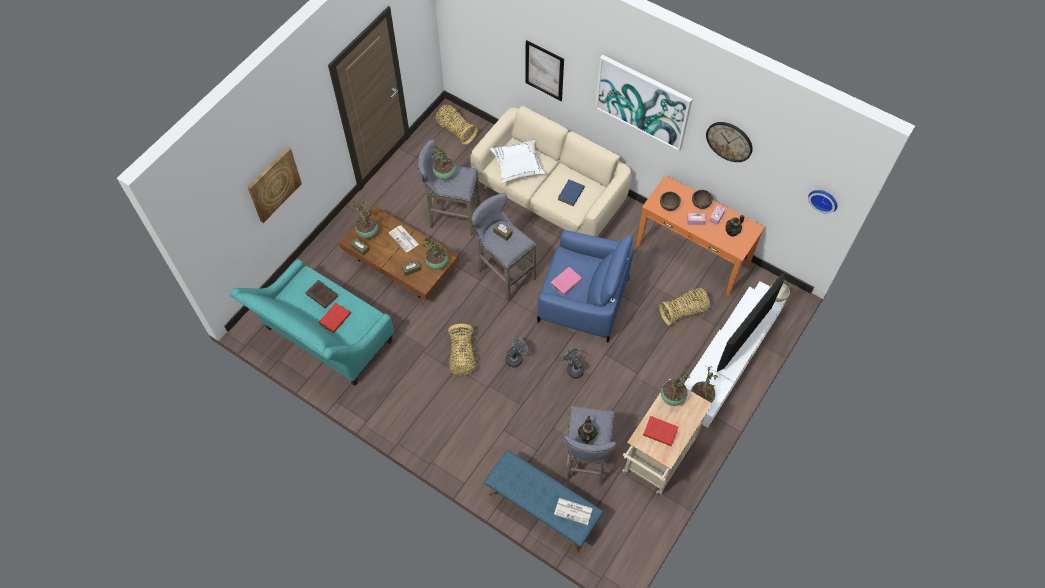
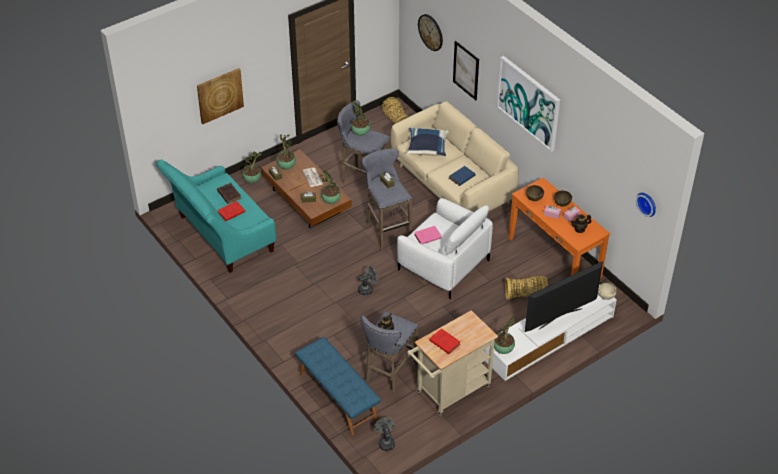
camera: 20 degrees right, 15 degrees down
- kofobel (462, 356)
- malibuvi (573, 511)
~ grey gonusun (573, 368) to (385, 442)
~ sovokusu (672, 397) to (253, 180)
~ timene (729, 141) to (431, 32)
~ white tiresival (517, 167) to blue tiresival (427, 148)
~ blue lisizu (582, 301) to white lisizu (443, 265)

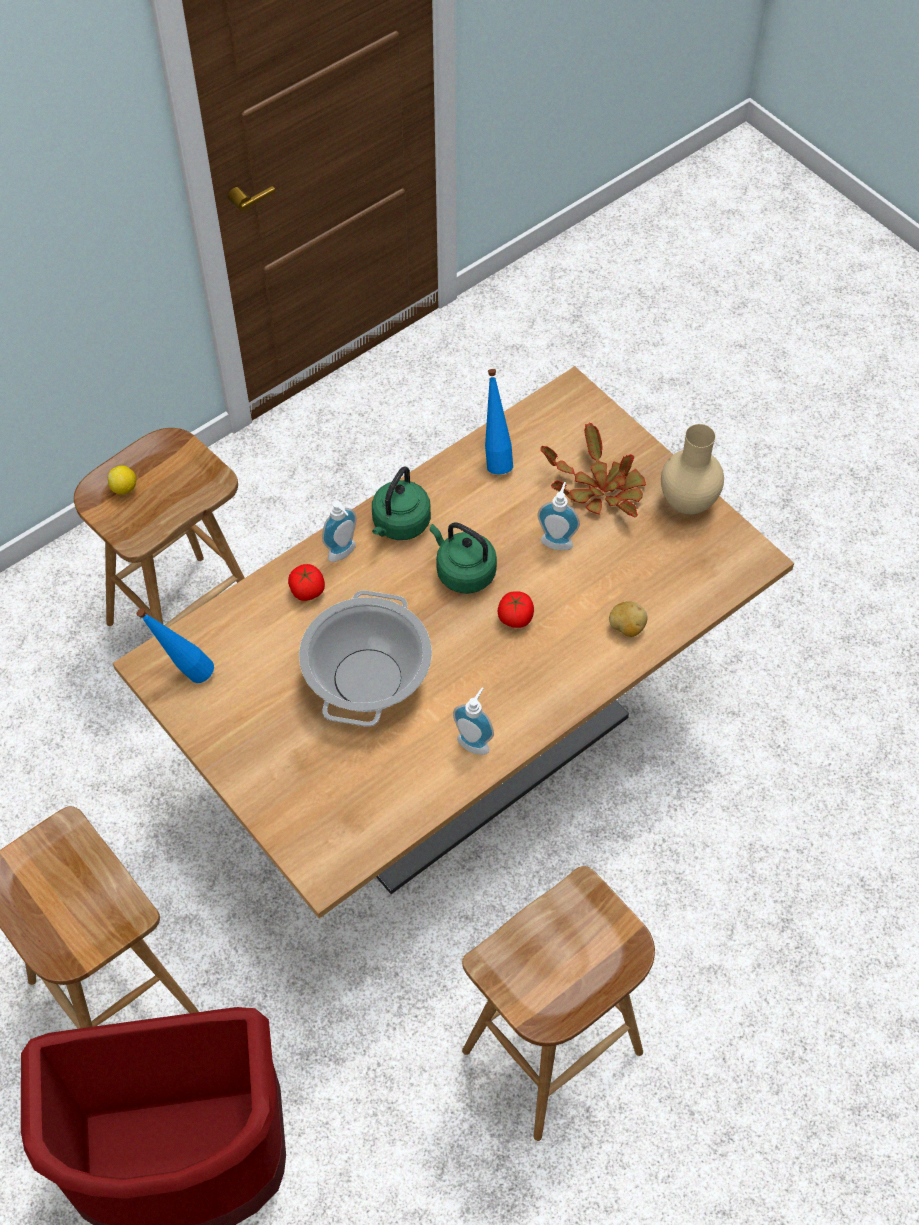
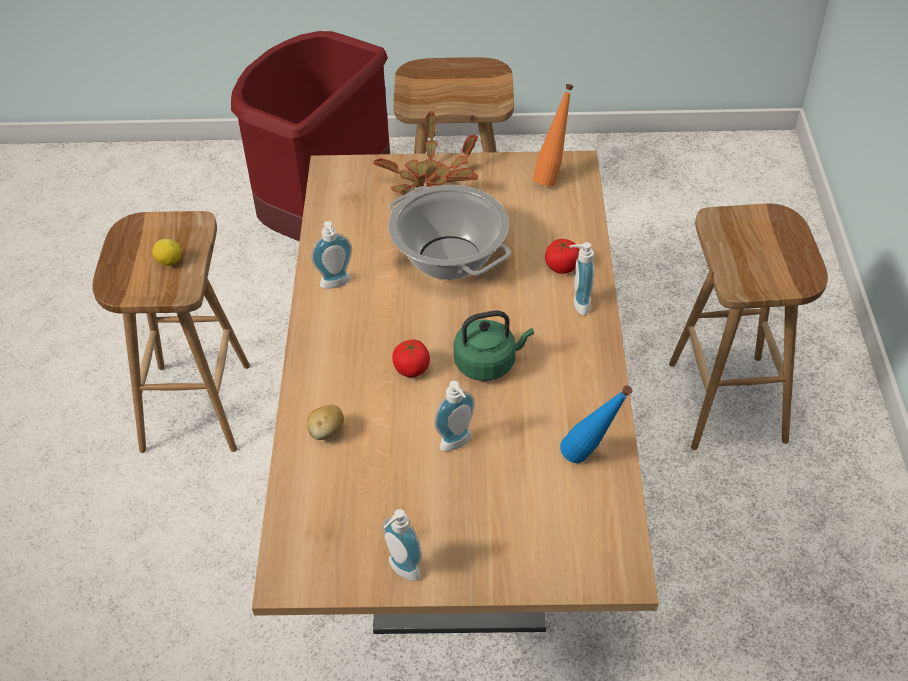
camera: 130 degrees right, 10 degrees down
- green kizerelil (399, 525)
~ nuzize (124, 488) to (169, 262)
~ sovokusu (599, 490) to (427, 182)
~ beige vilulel (686, 502) to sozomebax (401, 571)
~ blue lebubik (185, 673) to orange lebubik (552, 176)

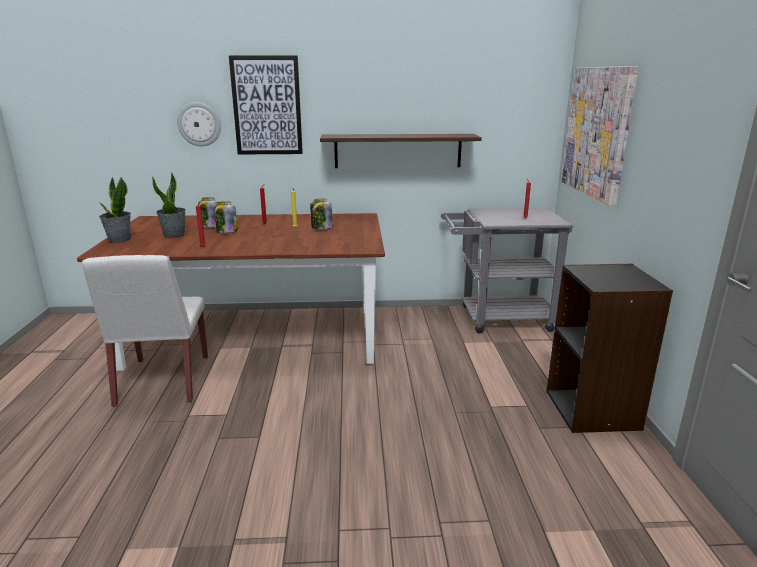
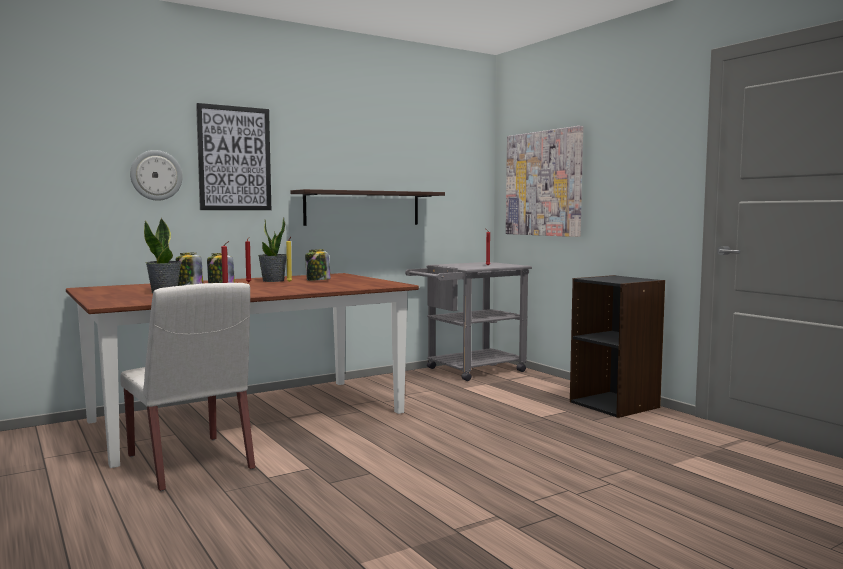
camera: 30 degrees left, 15 degrees down
~ sovokusu (119, 240) to (273, 280)

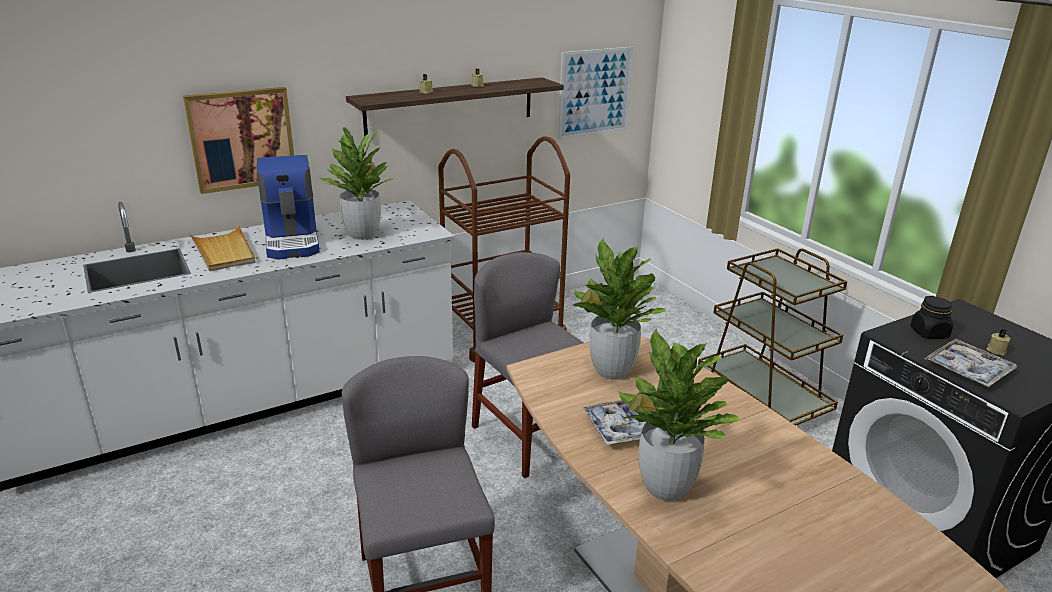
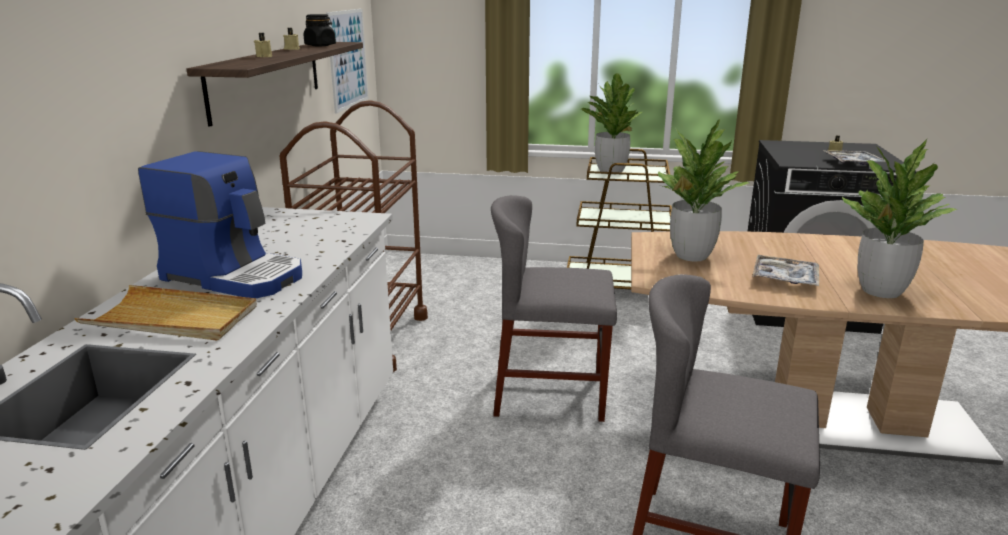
camera: 50 degrees left, 5 degrees down
- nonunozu (242, 139)
~ sovokusu (363, 234) to (610, 171)
~ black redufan (929, 333) to (320, 45)

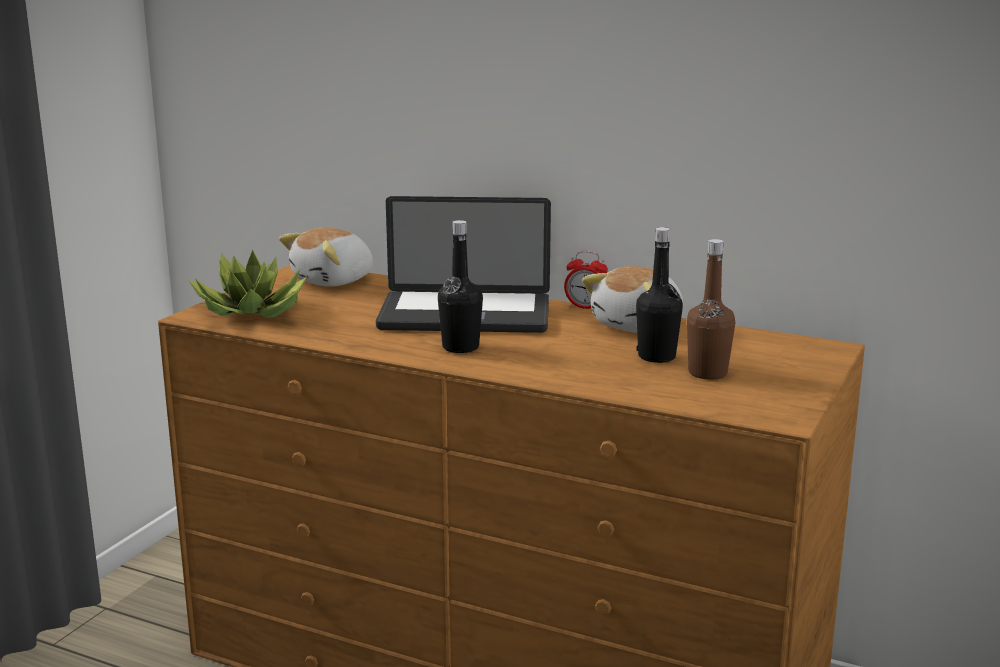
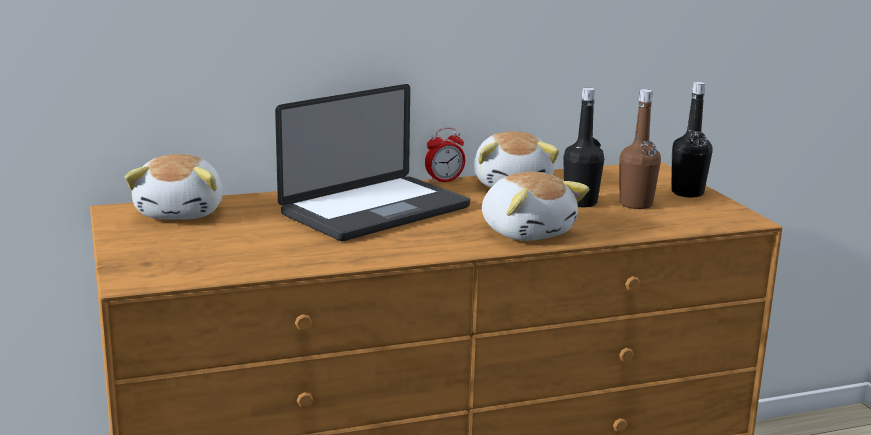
camera: 45 degrees left, 0 degrees up
- sovokusu (251, 312)
+ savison (527, 231)
~ black lebubik (460, 347) to (687, 193)

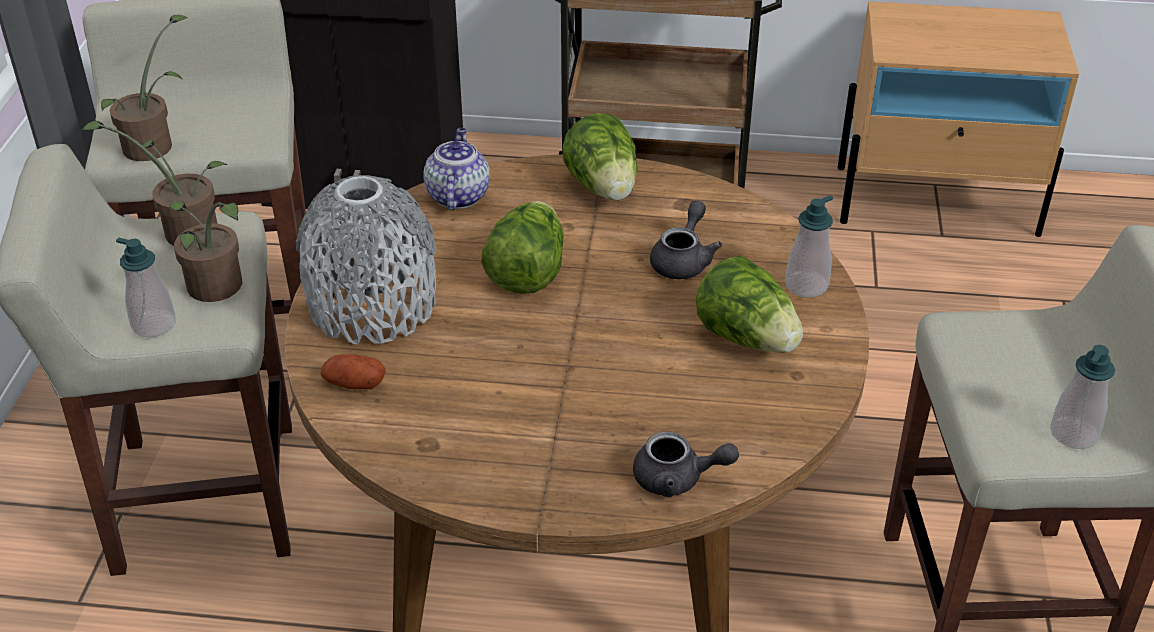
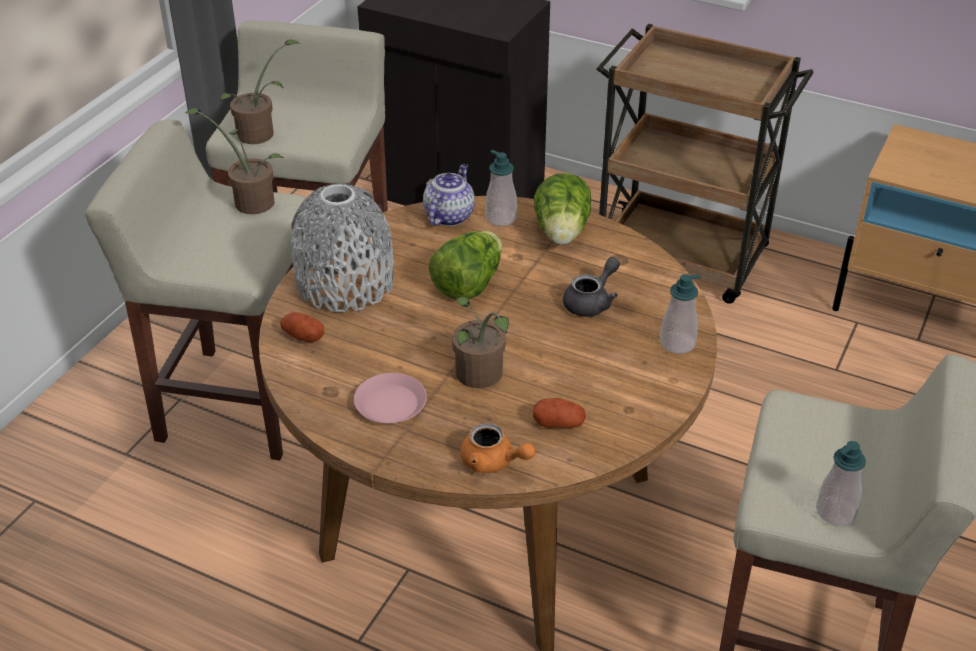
camera: 20 degrees right, 0 degrees up
- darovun (747, 338)
+ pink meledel (390, 404)
+ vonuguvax (558, 423)
~ sozomebax (154, 324) to (501, 218)
~ sovokusu (217, 289) to (479, 377)
~ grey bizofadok (677, 479) to orange bizofadok (493, 462)

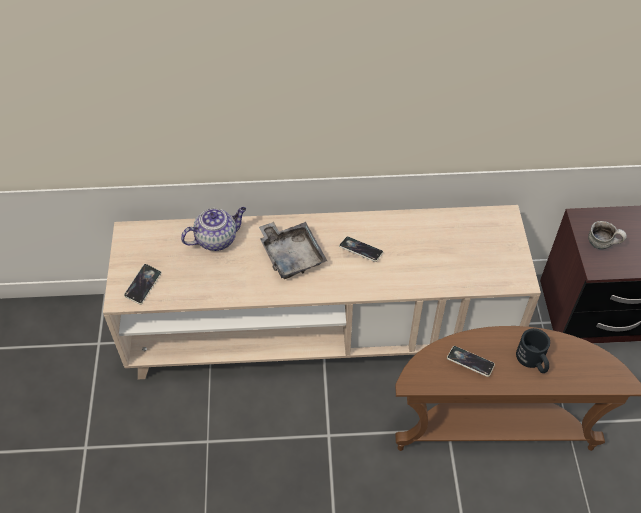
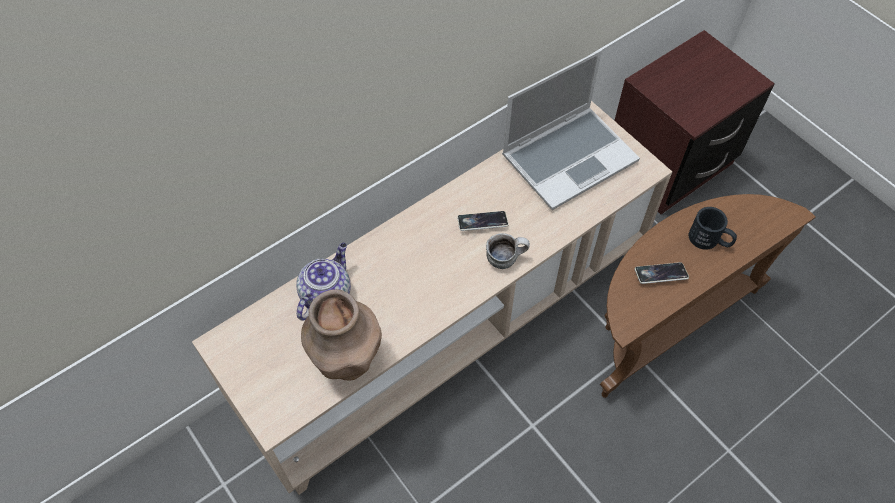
camera: 35 degrees left, 5 degrees up
- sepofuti (143, 285)
- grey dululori (291, 255)
+ brown vilulel (347, 362)
+ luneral (569, 157)
~ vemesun (603, 243) to (506, 258)

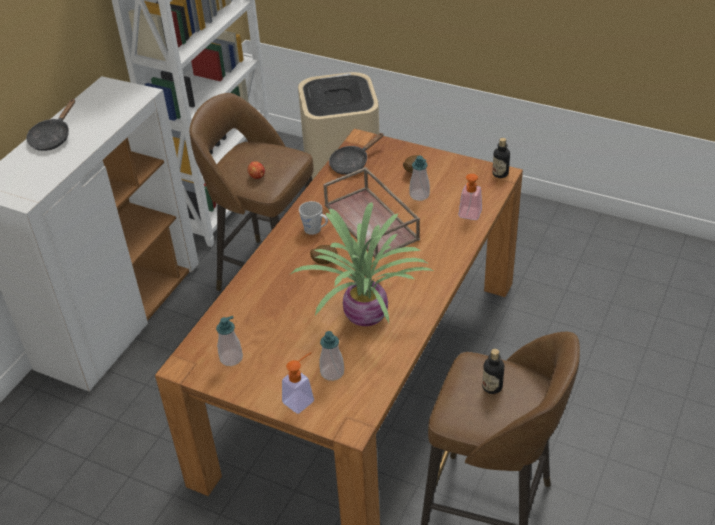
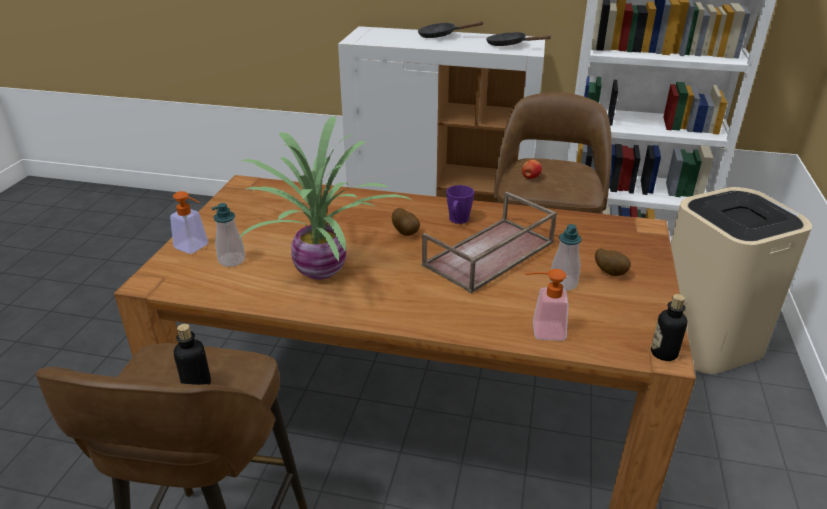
camera: 75 degrees right, 10 degrees down
- sozomebax (231, 358)
~ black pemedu (352, 163) to (510, 45)
~ grey vemesun (315, 230) to purple vemesun (458, 220)

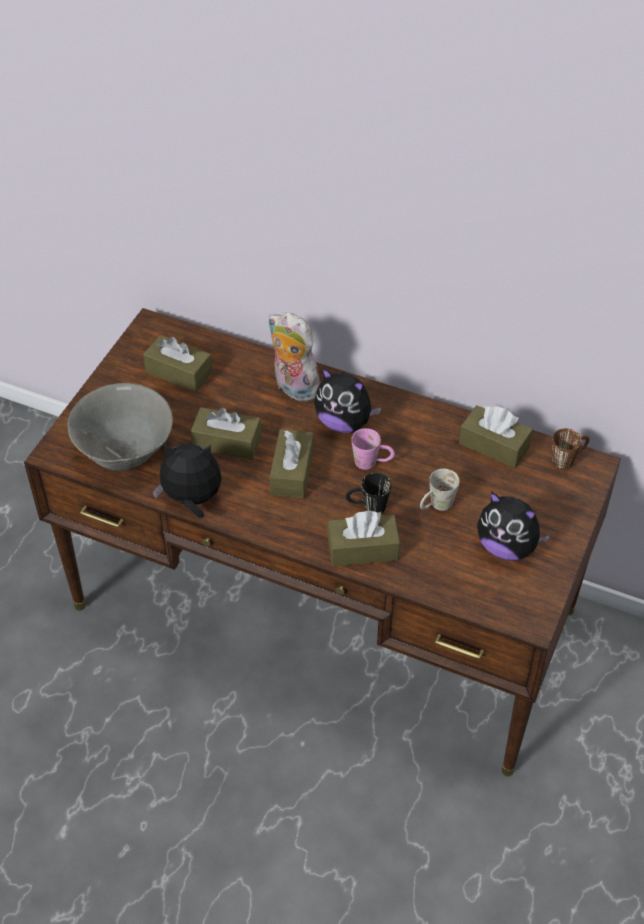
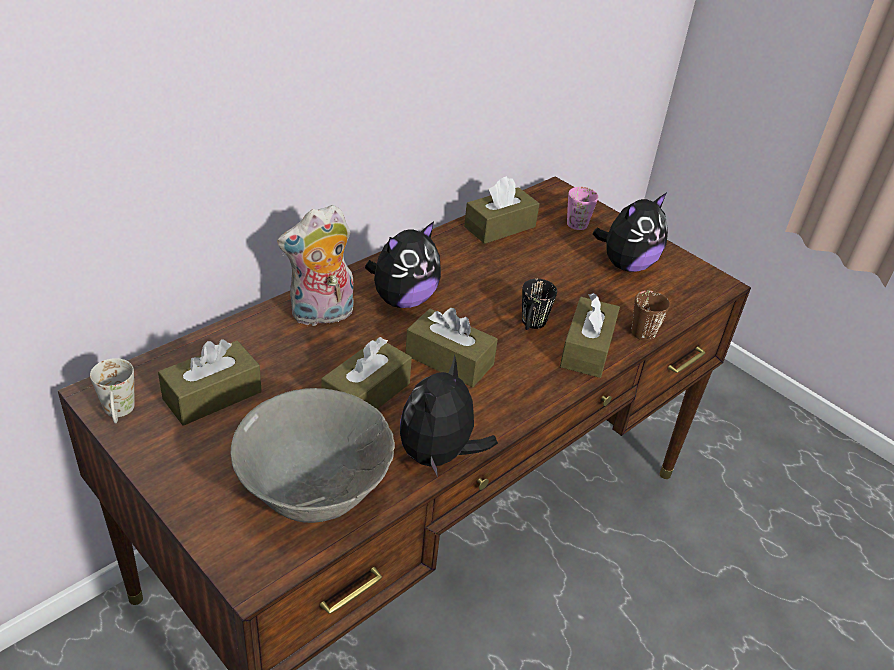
camera: 70 degrees left, 10 degrees down
~ pink vemesun (372, 462) to (580, 221)
~ white vemesun (436, 506) to (119, 414)
~ brown vemesun (568, 459) to (641, 327)

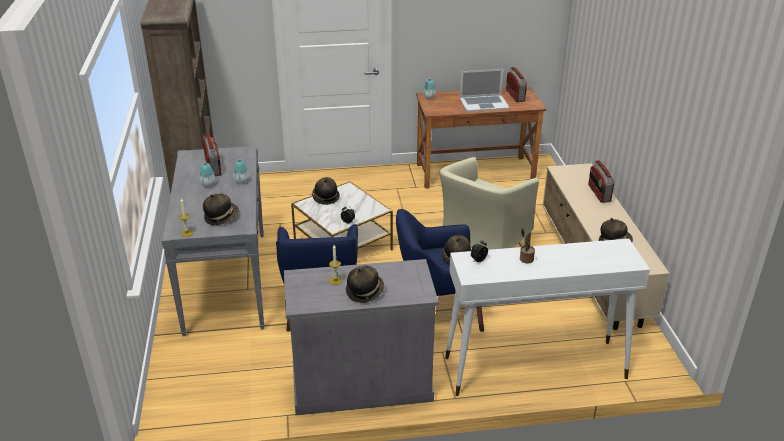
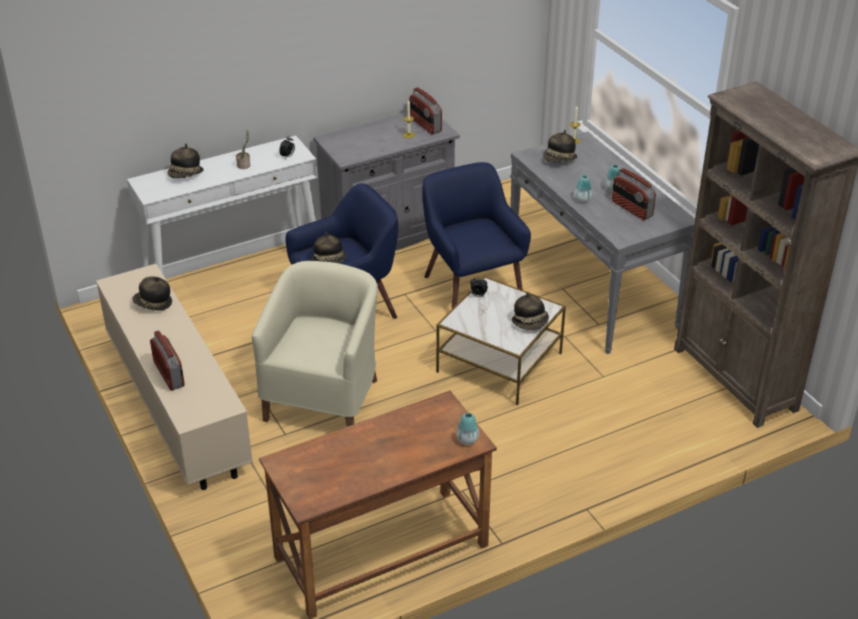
camera: 160 degrees right, 5 degrees up
- luneral (483, 103)
~ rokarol (365, 292) to (186, 175)
~ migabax (515, 96) to (425, 125)

